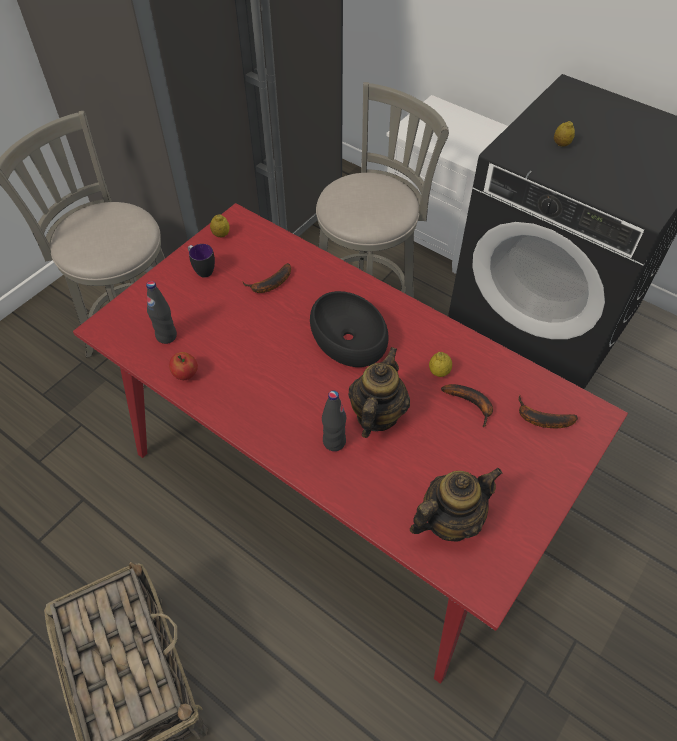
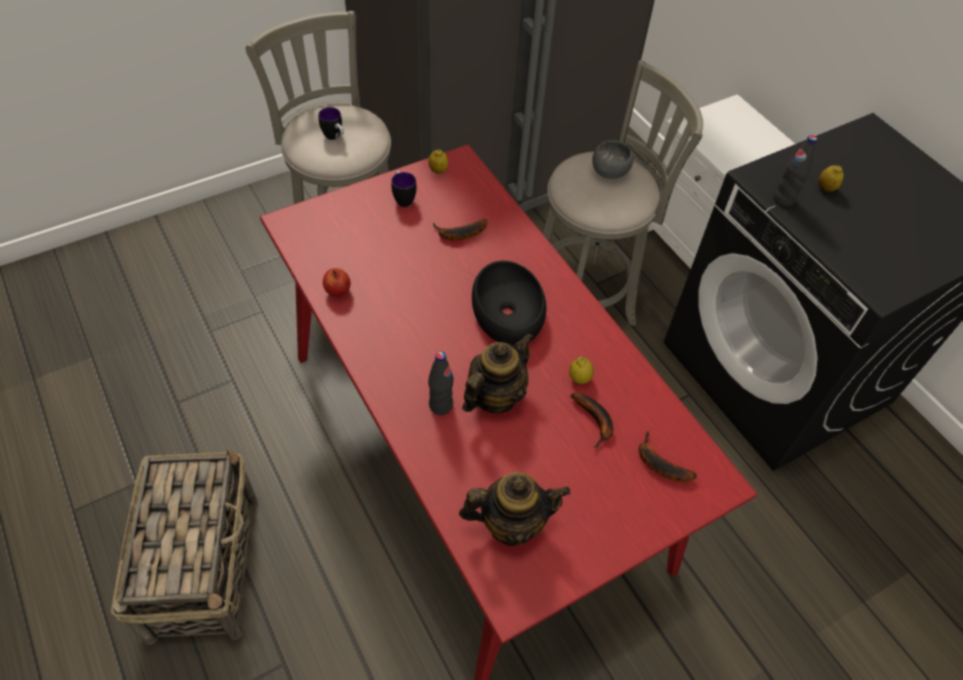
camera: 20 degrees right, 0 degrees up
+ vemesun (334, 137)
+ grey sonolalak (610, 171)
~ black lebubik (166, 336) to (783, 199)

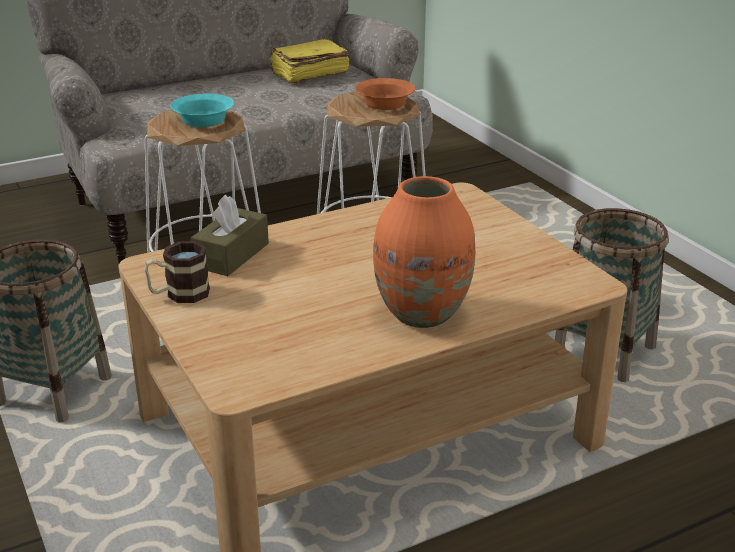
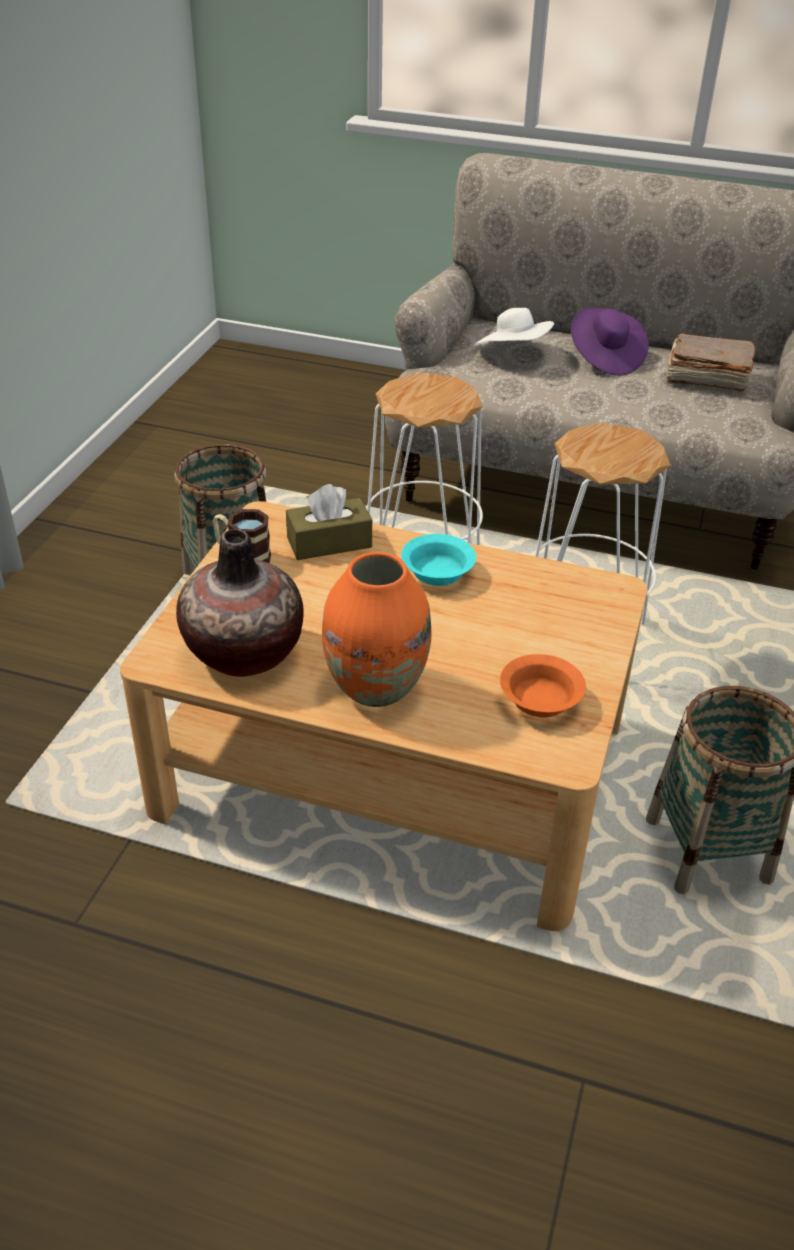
camera: 45 degrees right, 10 degrees up
+ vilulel (243, 652)
+ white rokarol (513, 354)
+ purple rokarol (605, 358)
~ turquoise sonolalak (203, 121) to (437, 571)
~ orange sonolalak (385, 105) to (539, 701)
~ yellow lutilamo (308, 74) to brown lutilamo (706, 377)

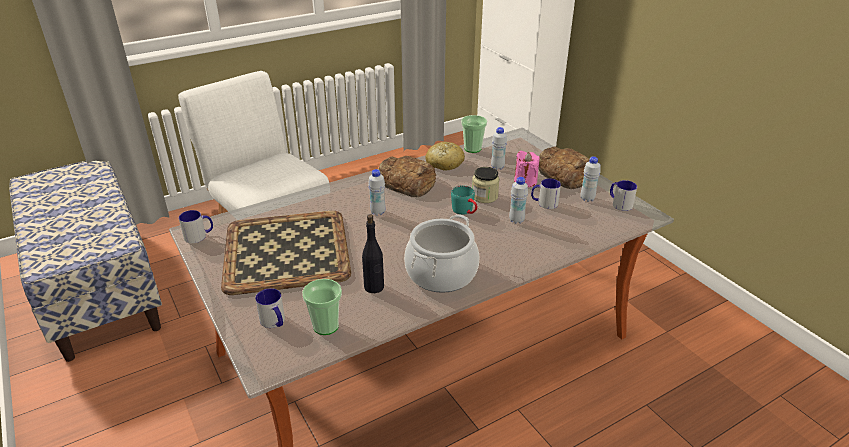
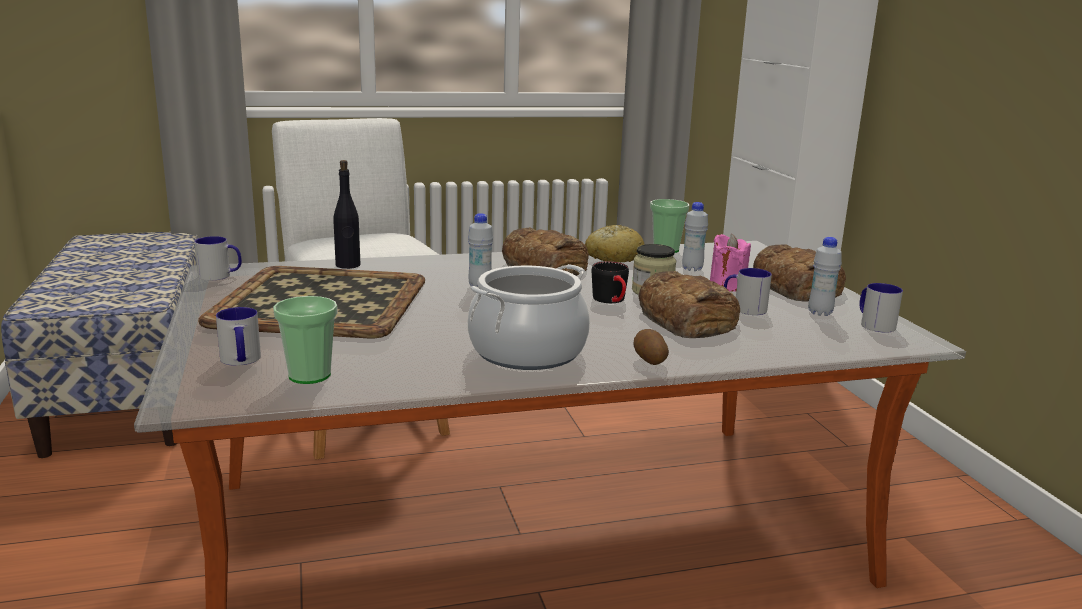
camera: 15 degrees right, 15 degrees down
+ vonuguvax (649, 361)
~ black lebubik (374, 287) to (348, 265)
~ white lebubik (516, 220) to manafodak (687, 318)
~ turquoise vemesun (465, 211) to black vemesun (612, 301)

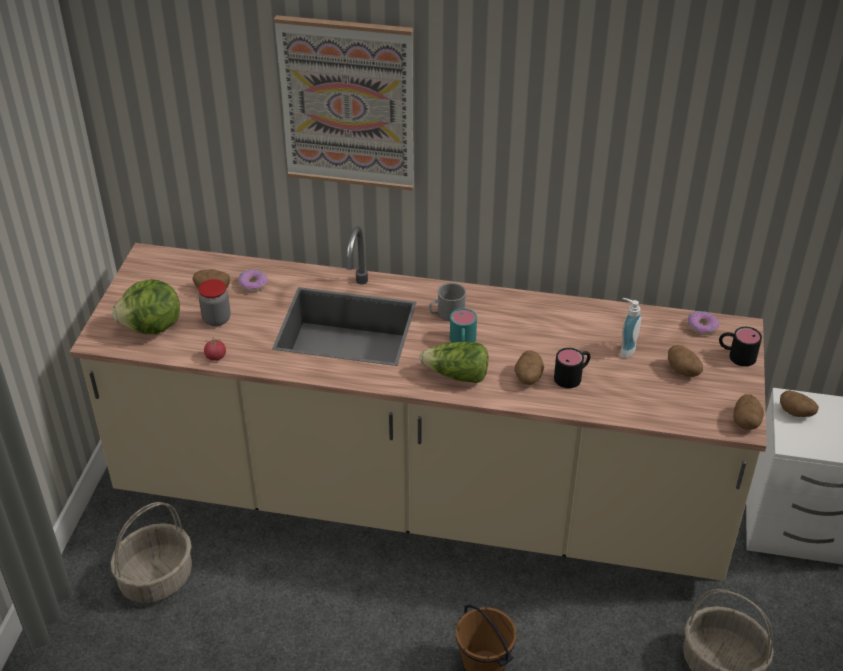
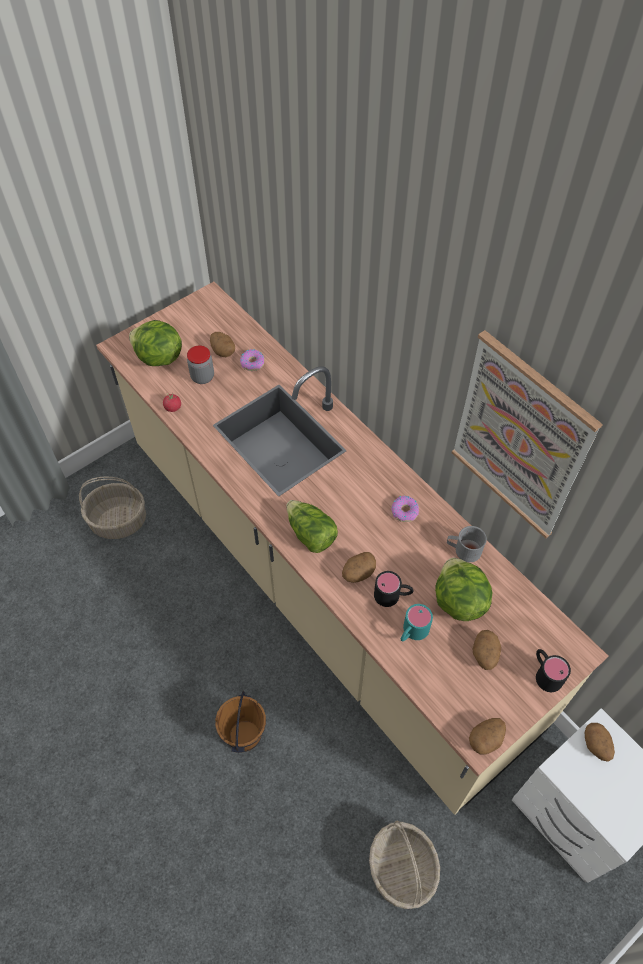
camera: 40 degrees right, 15 degrees up
~ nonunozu (347, 104) to (520, 438)
~ grey vemesun (446, 314) to (463, 550)
~ turquoise vemesun (462, 342) to (412, 632)
~ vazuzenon (702, 326) to (405, 511)
~ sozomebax (625, 349) to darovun (458, 601)

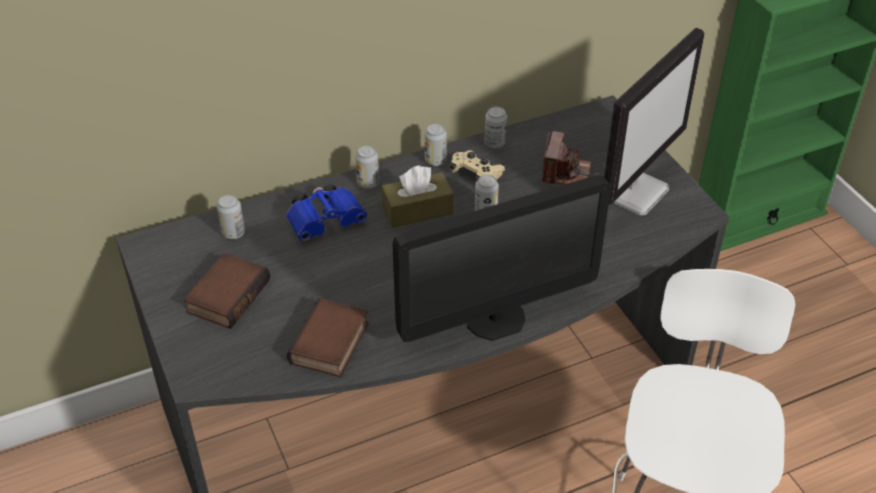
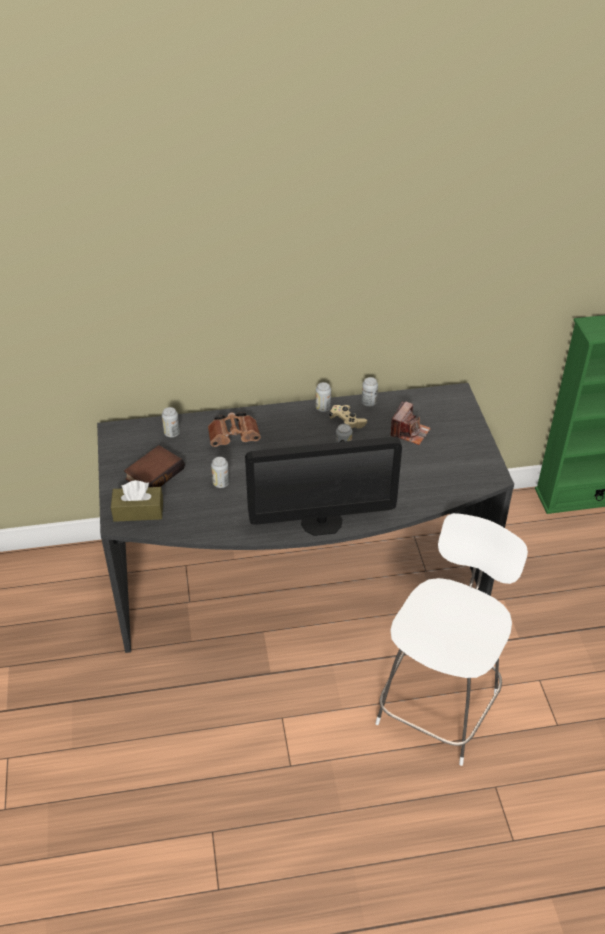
camera: 15 degrees right, 0 degrees up
- lutilamo (331, 344)
- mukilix (633, 191)
~ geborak (368, 183) to (221, 483)
~ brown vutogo (417, 210) to (138, 511)
~ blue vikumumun (327, 222) to brown vikumumun (235, 437)

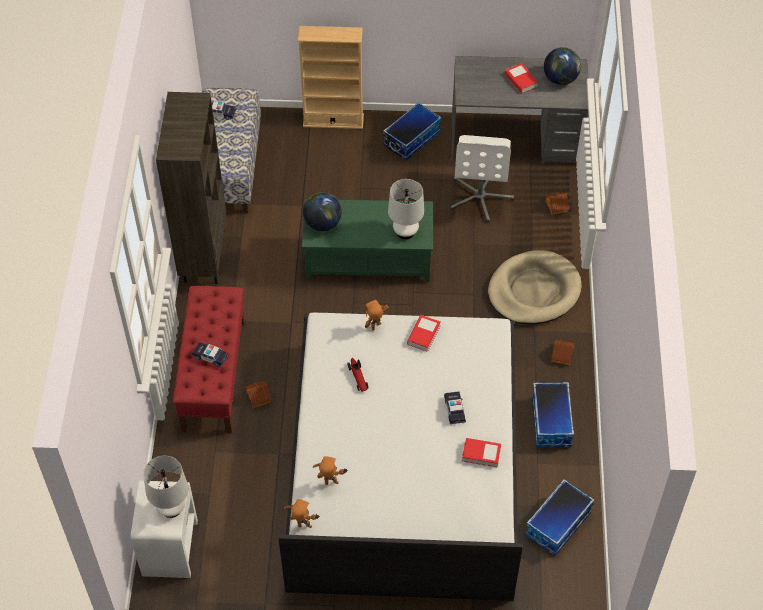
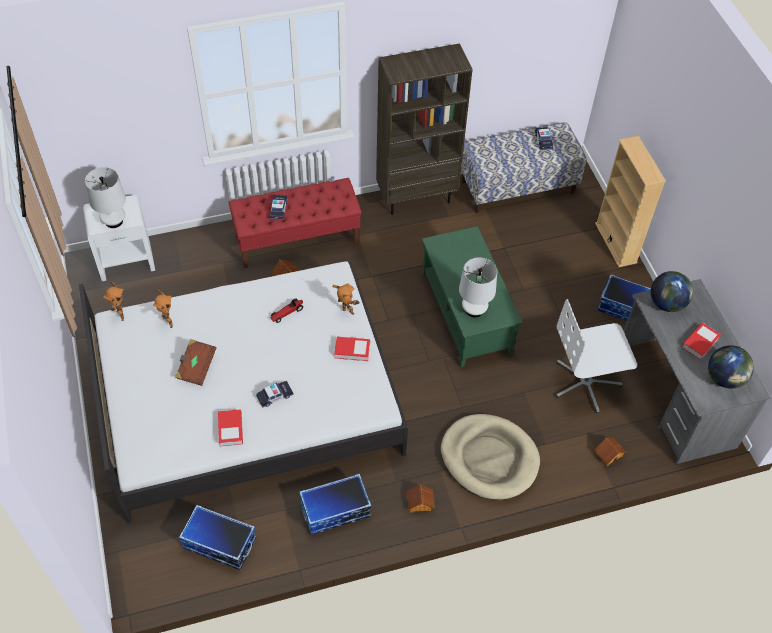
camera: 70 degrees right, 0 degrees up
+ brown lutilamo (196, 367)
~ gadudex (322, 223) to (667, 303)

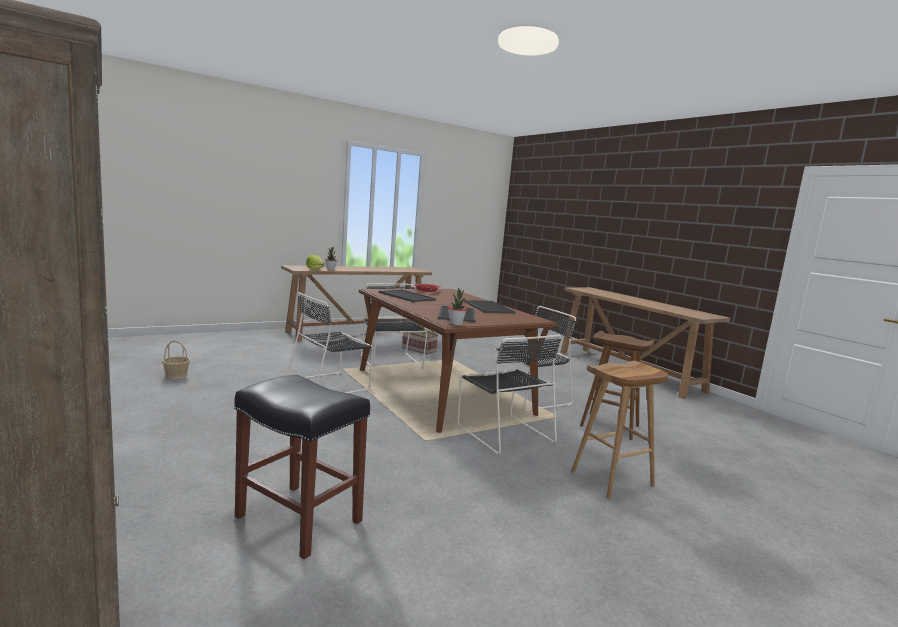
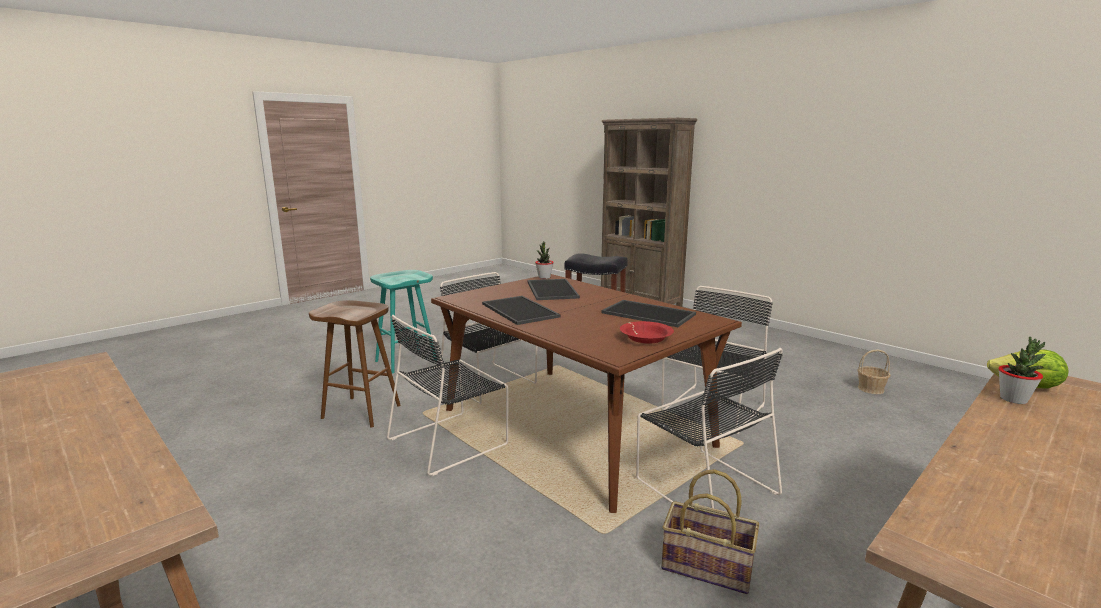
camera: 170 degrees right, 5 degrees up
~ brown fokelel (612, 479) to turquoise fokelel (406, 361)

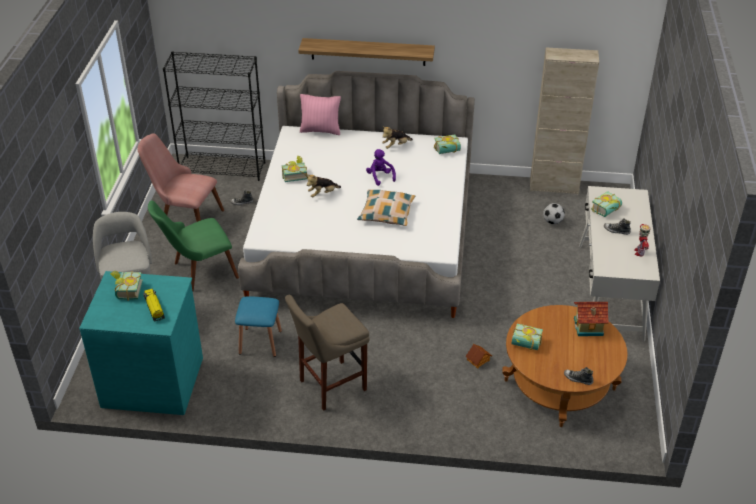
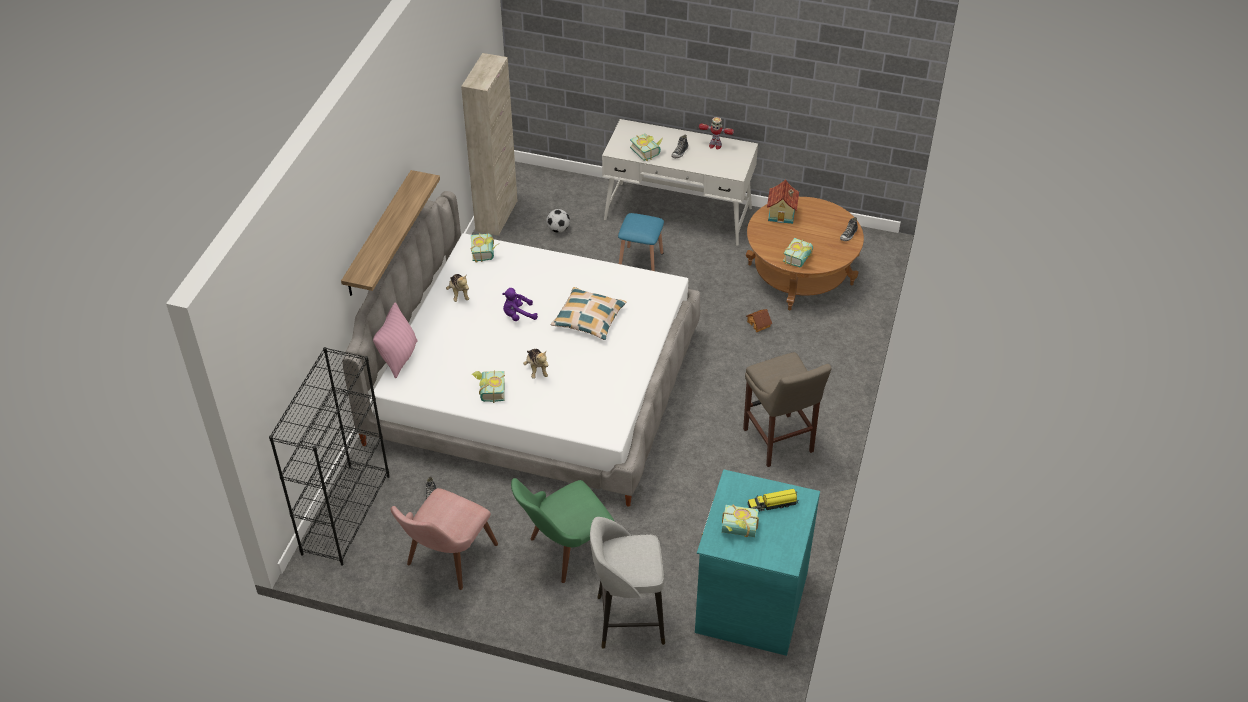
camera: 80 degrees left, 5 degrees up
~ blue fokelel (260, 342) to (640, 261)
~ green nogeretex (197, 272) = (564, 551) 75 degrees clockwise

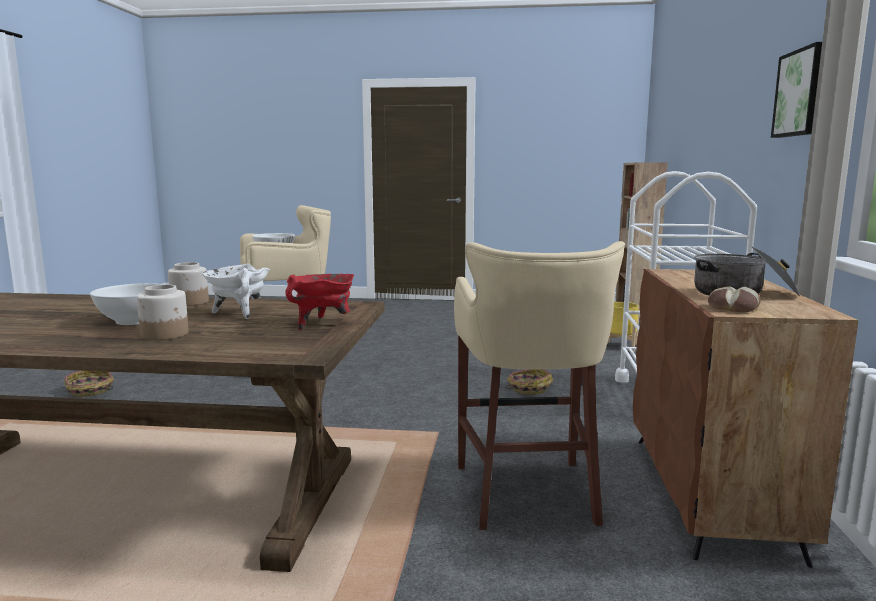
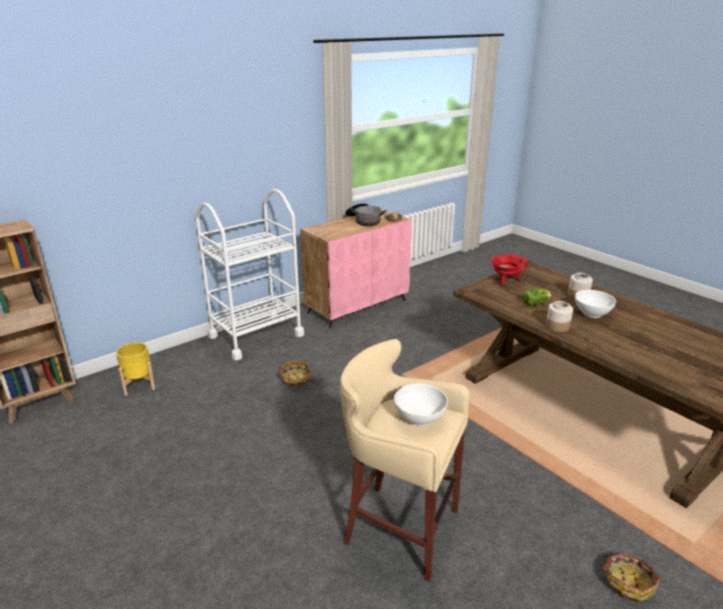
camera: 135 degrees left, 15 degrees up
- beige fokelel (528, 495)
- nonunozu (802, 93)
~ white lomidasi (238, 313) to darovun (536, 303)
~ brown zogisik (710, 494) to pink zogisik (357, 306)

